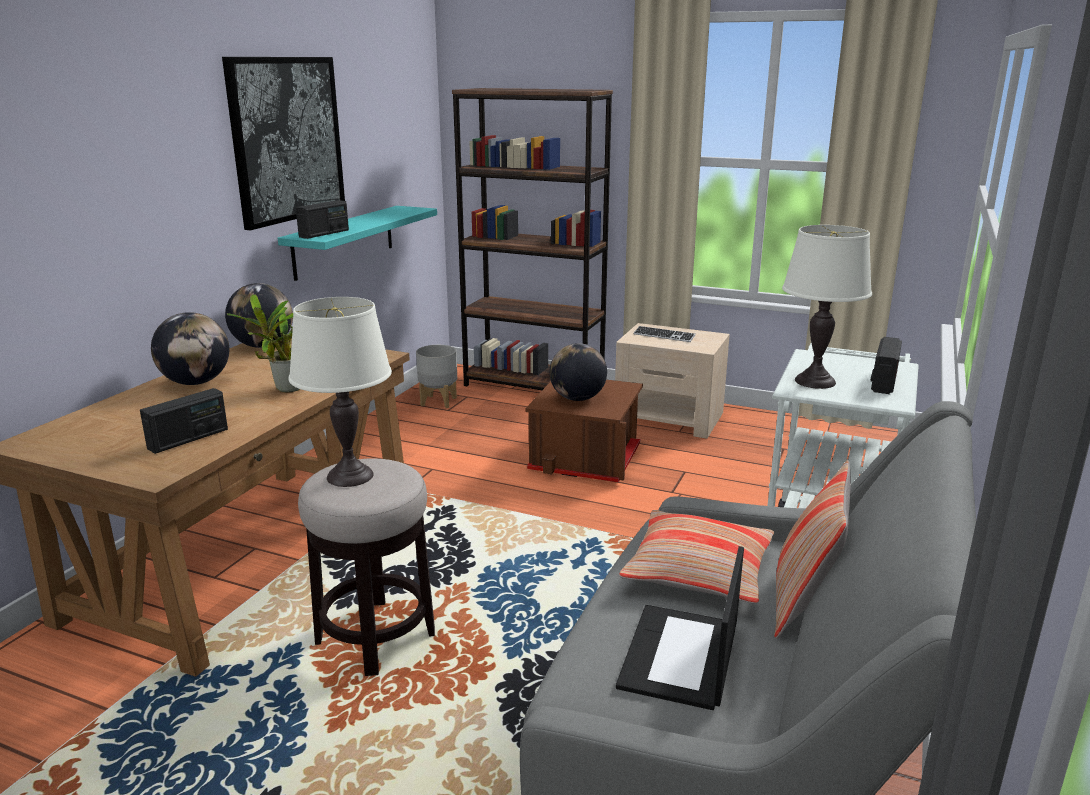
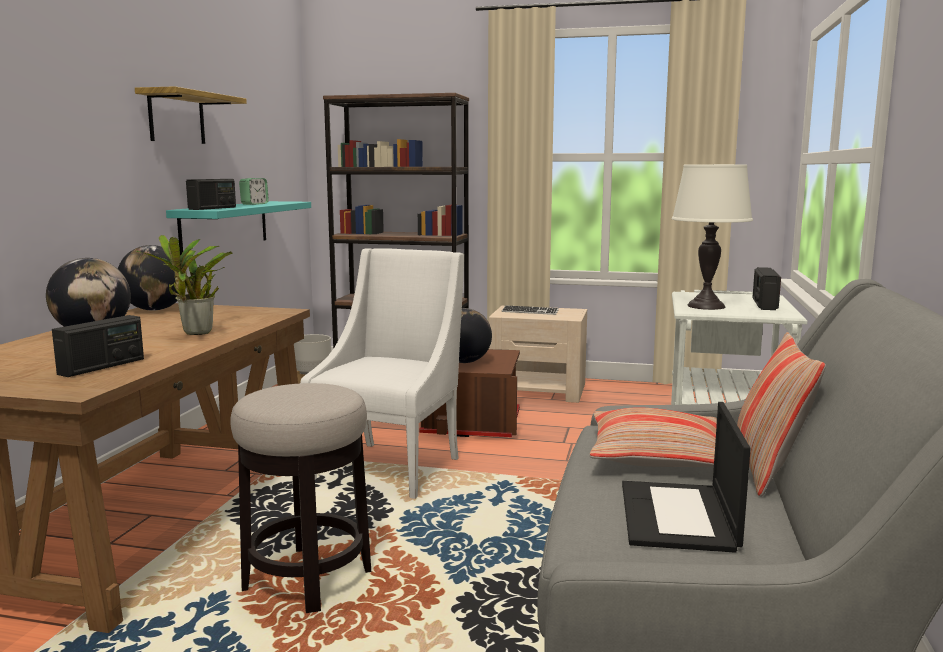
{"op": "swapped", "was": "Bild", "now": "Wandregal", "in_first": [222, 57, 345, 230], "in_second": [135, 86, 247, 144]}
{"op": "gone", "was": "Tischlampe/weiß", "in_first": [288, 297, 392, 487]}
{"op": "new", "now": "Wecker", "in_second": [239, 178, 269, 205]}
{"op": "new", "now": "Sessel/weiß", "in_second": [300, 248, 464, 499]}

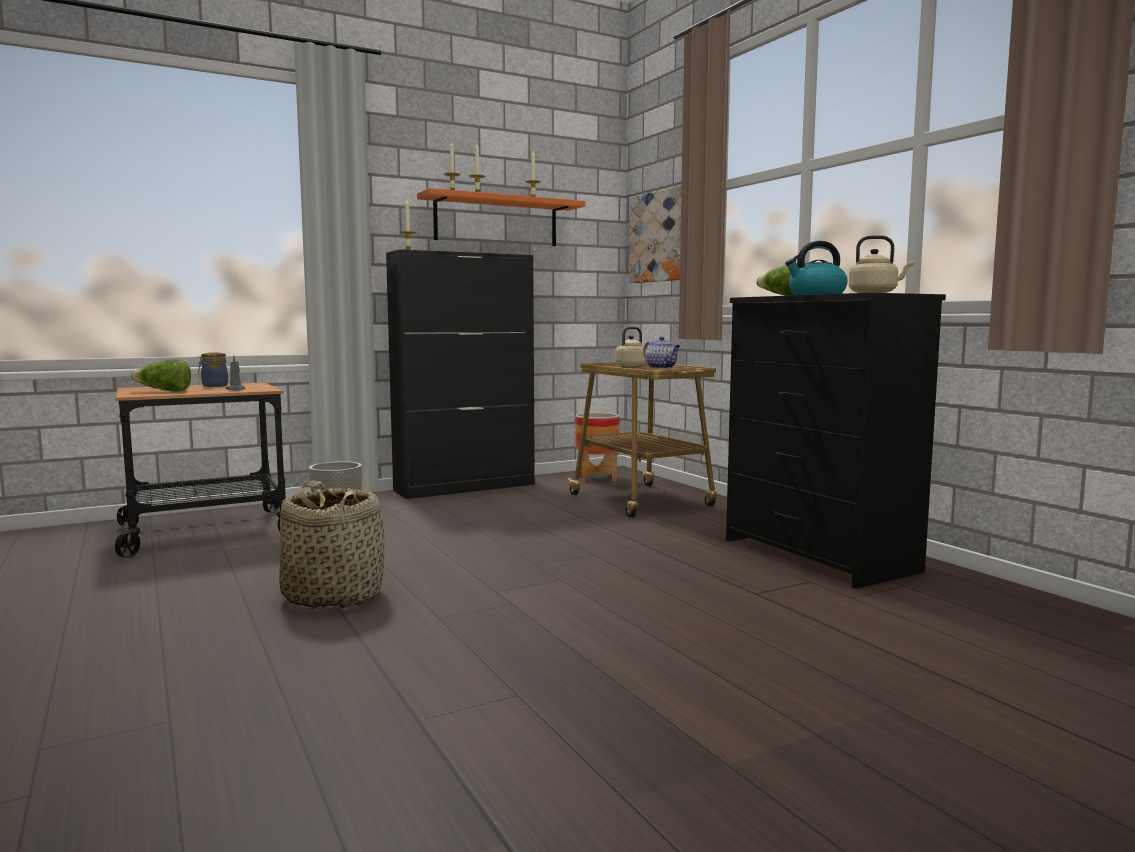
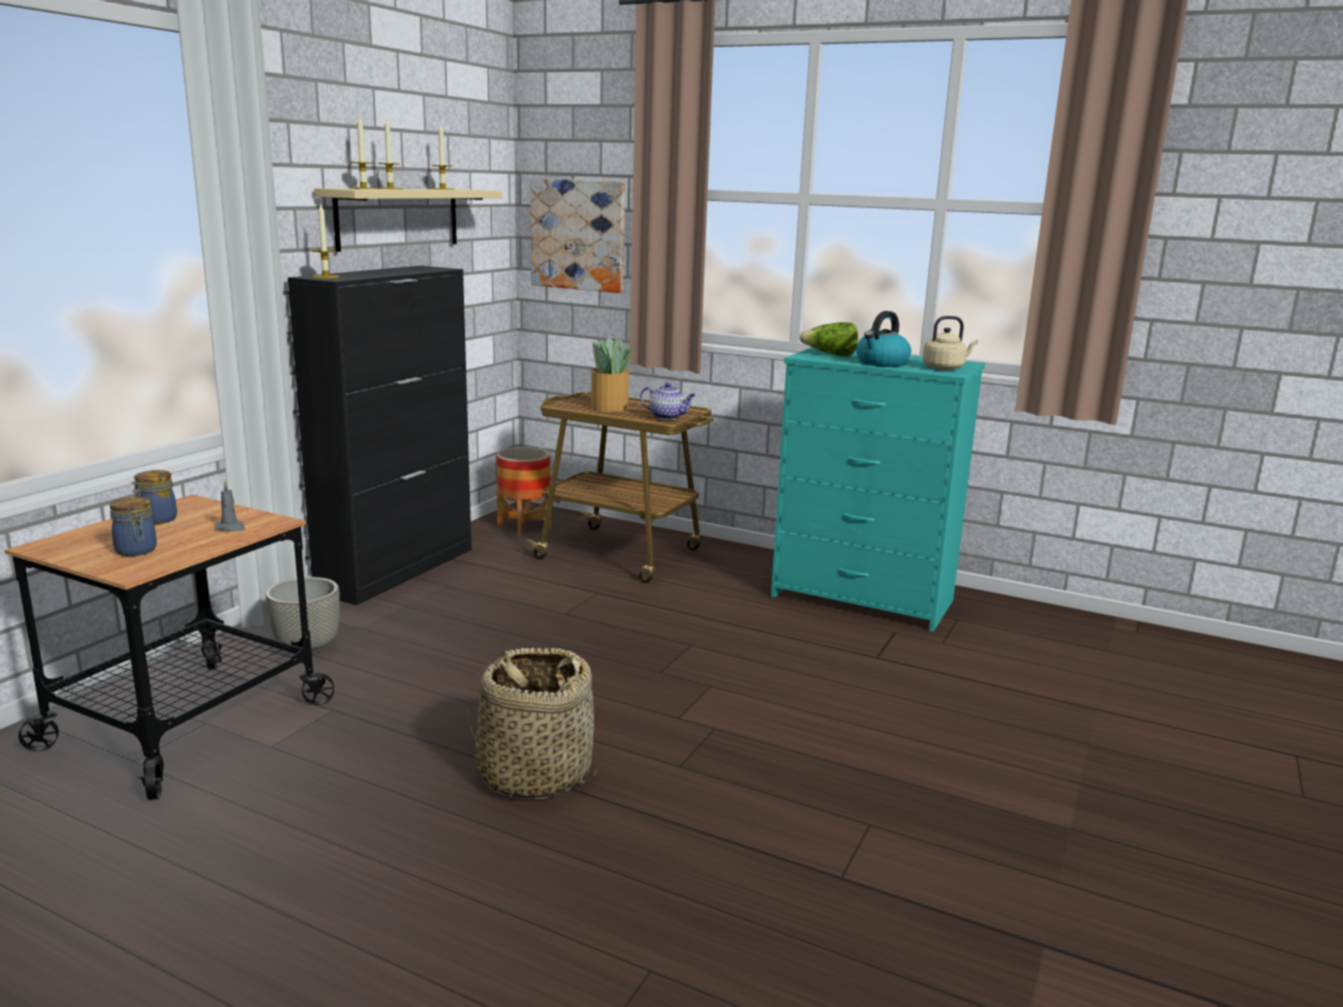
{"op": "swapped", "was": "Salatkopf", "now": "Vorratsglas", "in_first": [130, 359, 191, 391], "in_second": [110, 497, 157, 556]}
{"op": "repainted", "was": "Wandregal/orange", "now": "Wandregal/beige", "in_first": [417, 188, 586, 246], "in_second": [315, 188, 502, 252]}
{"op": "swapped", "was": "Wasserkessel/beige", "now": "Topfpflanze", "in_first": [615, 327, 649, 366], "in_second": [591, 337, 633, 412]}
{"op": "repainted", "was": "Kommode/schwarz", "now": "Kommode/türkis", "in_first": [726, 293, 946, 589], "in_second": [771, 347, 985, 632]}

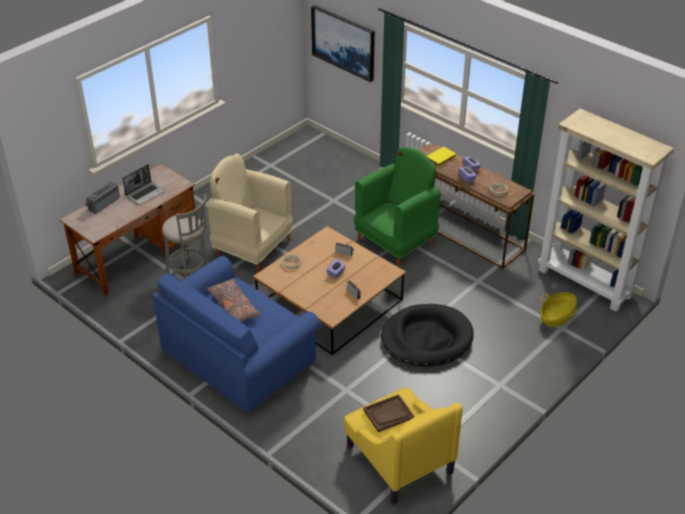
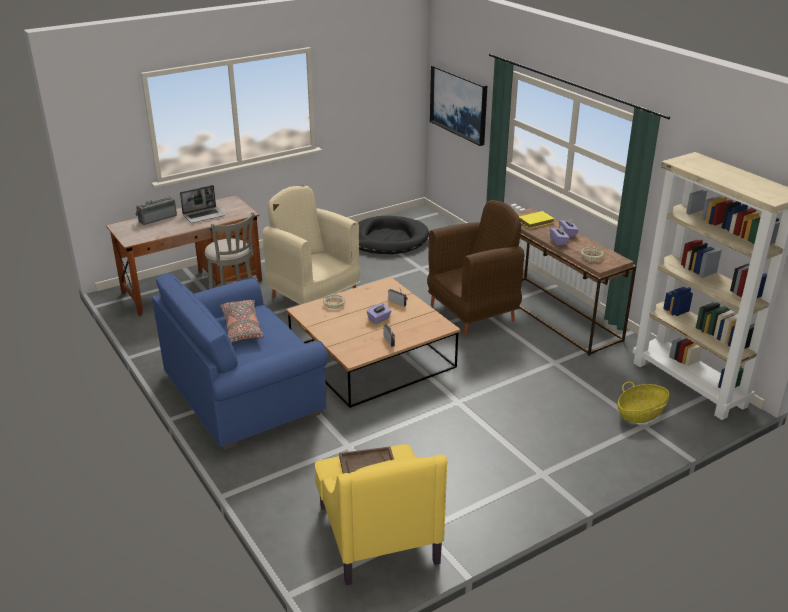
{"op": "repainted", "was": "Sessel/grün", "now": "Sessel/braun", "in_first": [354, 147, 441, 267], "in_second": [427, 200, 524, 336]}
{"op": "shifted", "was": "Hundebett/schwarz", "in_first": [381, 304, 474, 367], "in_second": [358, 216, 429, 254]}

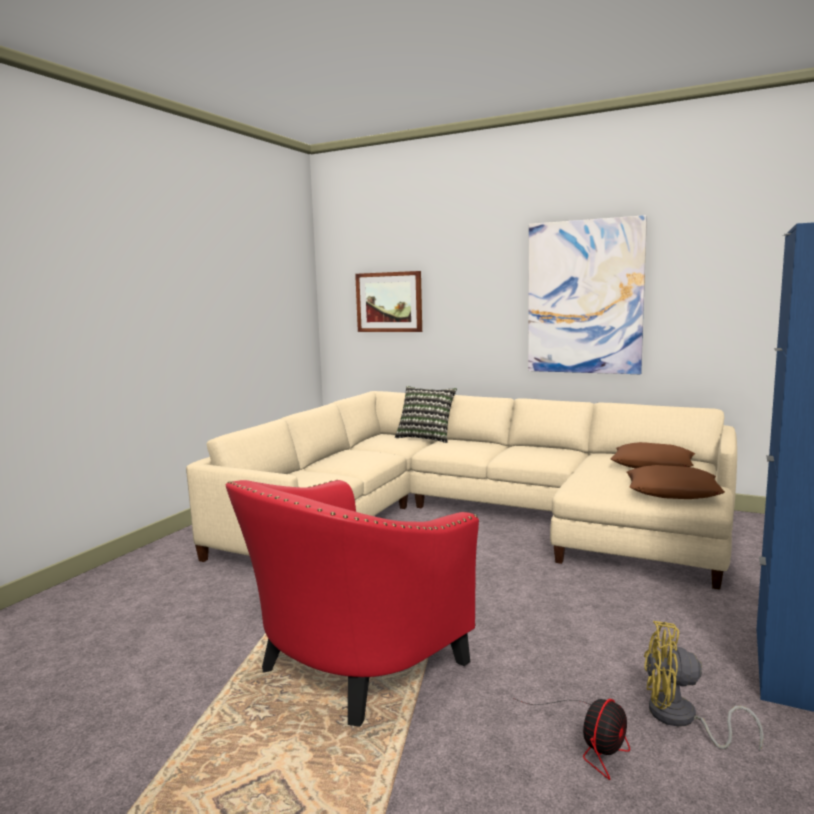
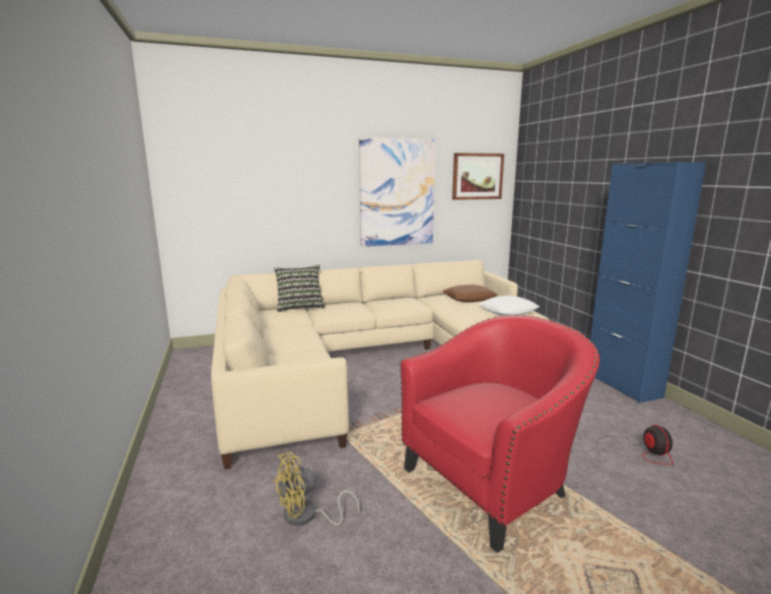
{"op": "rotated", "was": "Sessel/rot", "in_first": [226, 480, 479, 727], "in_second": [400, 315, 600, 553], "clockwise": -120}
{"op": "shifted", "was": "Bild", "in_first": [355, 271, 422, 332], "in_second": [452, 153, 504, 200]}
{"op": "repainted", "was": "Kissen/braun", "now": "Kissen/weiß", "in_first": [627, 465, 725, 499], "in_second": [478, 296, 539, 316]}
{"op": "shifted", "was": "Ventilator/gelb", "in_first": [644, 621, 764, 751], "in_second": [273, 452, 360, 526]}

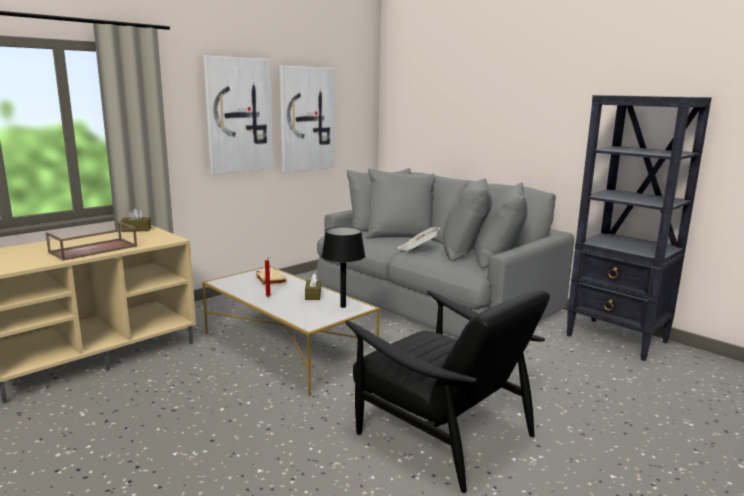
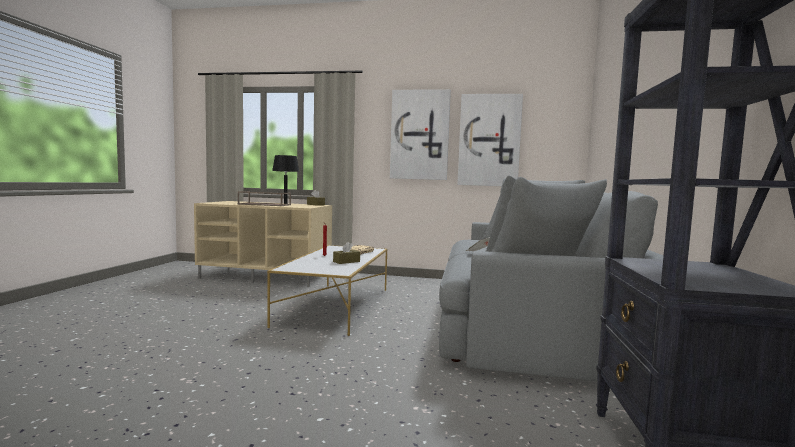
{"op": "shifted", "was": "Tischlampe/schwarz", "in_first": [321, 227, 365, 308], "in_second": [272, 155, 299, 204]}
{"op": "gone", "was": "Sessel/schwarz", "in_first": [345, 290, 550, 493]}

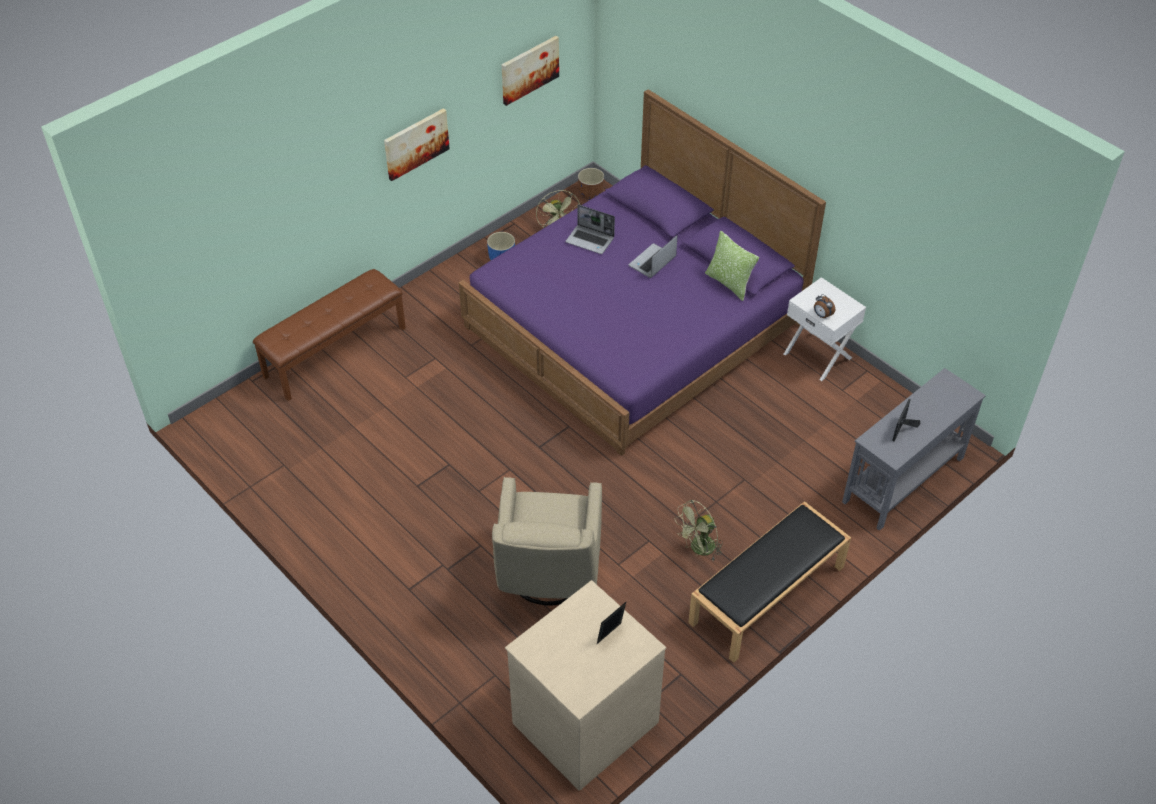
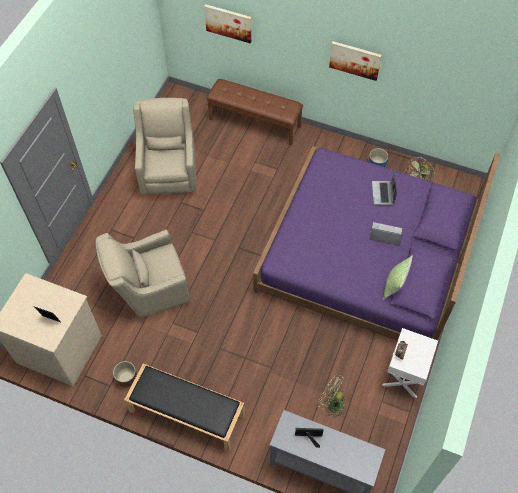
{"op": "shifted", "was": "Bild", "in_first": [501, 36, 559, 106], "in_second": [204, 4, 252, 43]}
{"op": "shifted", "was": "Pflanzkübel/braun", "in_first": [578, 168, 605, 200], "in_second": [113, 361, 137, 387]}
{"op": "shifted", "was": "Ventilator/grün", "in_first": [675, 500, 723, 560], "in_second": [318, 374, 346, 419]}
{"op": "new", "now": "Sessel/beige", "in_second": [133, 98, 197, 195]}

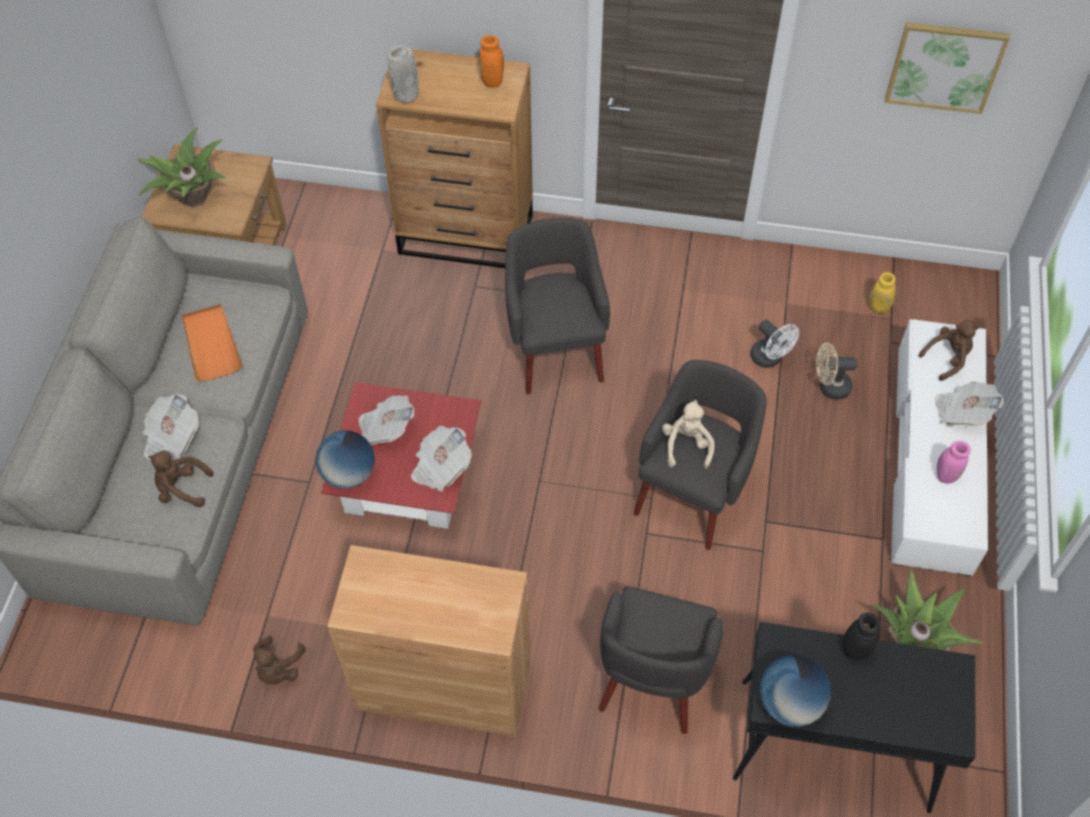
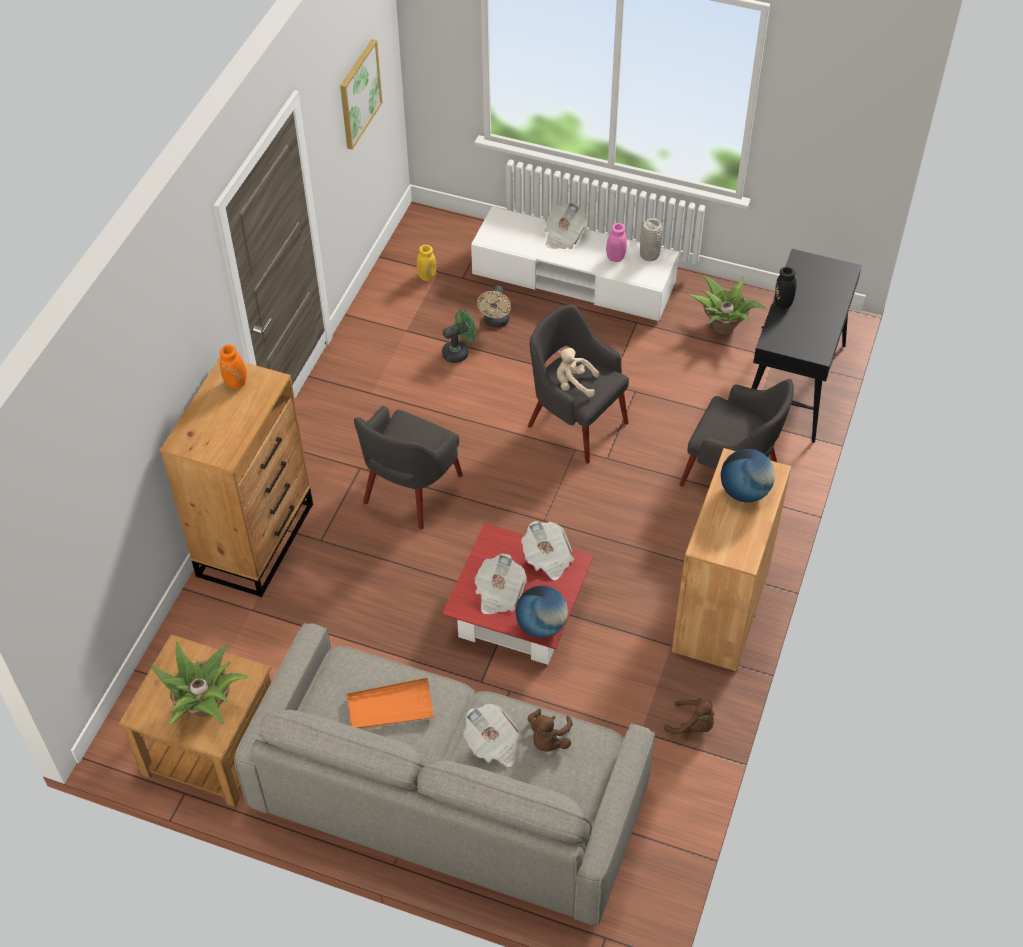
{"op": "shifted", "was": "Vase/grau", "in_first": [387, 45, 419, 103], "in_second": [640, 218, 662, 261]}
{"op": "rotated", "was": "Sessel/grau", "in_first": [505, 218, 610, 394], "in_second": [354, 406, 463, 530], "clockwise": -60}
{"op": "repainted", "was": "Ventilator/weiß", "now": "Ventilator/grün", "in_first": [750, 320, 799, 368], "in_second": [442, 310, 476, 363]}
{"op": "shifted", "was": "Globus", "in_first": [759, 655, 831, 727], "in_second": [721, 449, 775, 502]}
{"op": "gone", "was": "Plüschtier/braun", "in_first": [918, 320, 980, 381]}

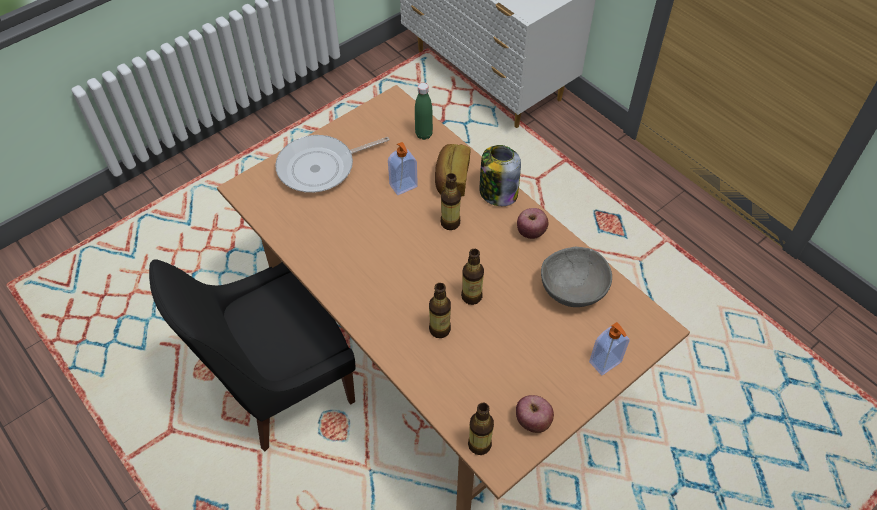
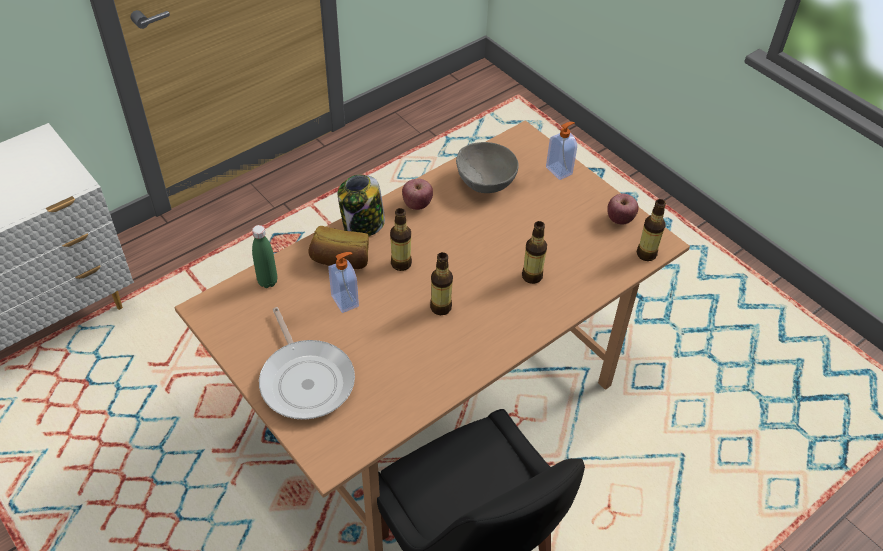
{"op": "shifted", "was": "Flasche", "in_first": [461, 249, 484, 305], "in_second": [430, 252, 453, 315]}

